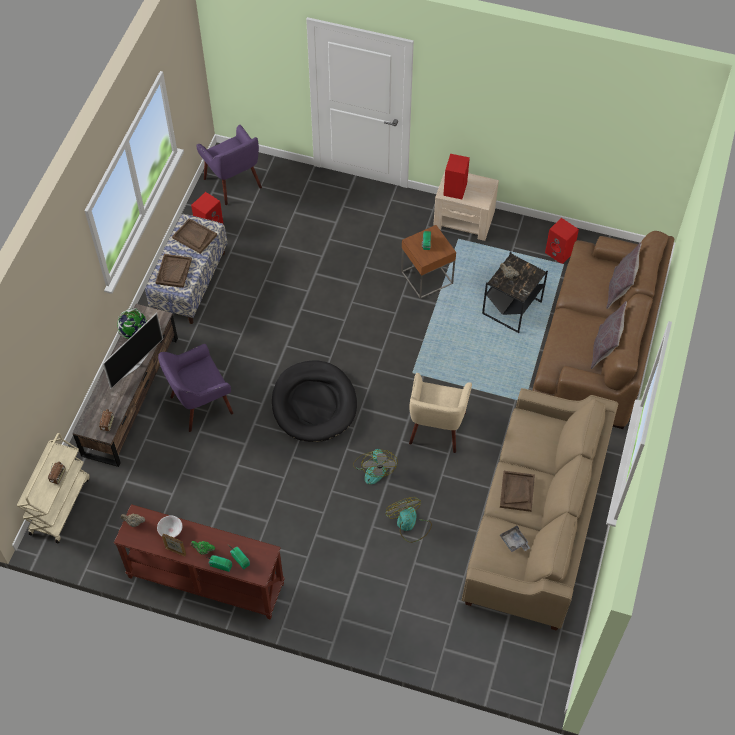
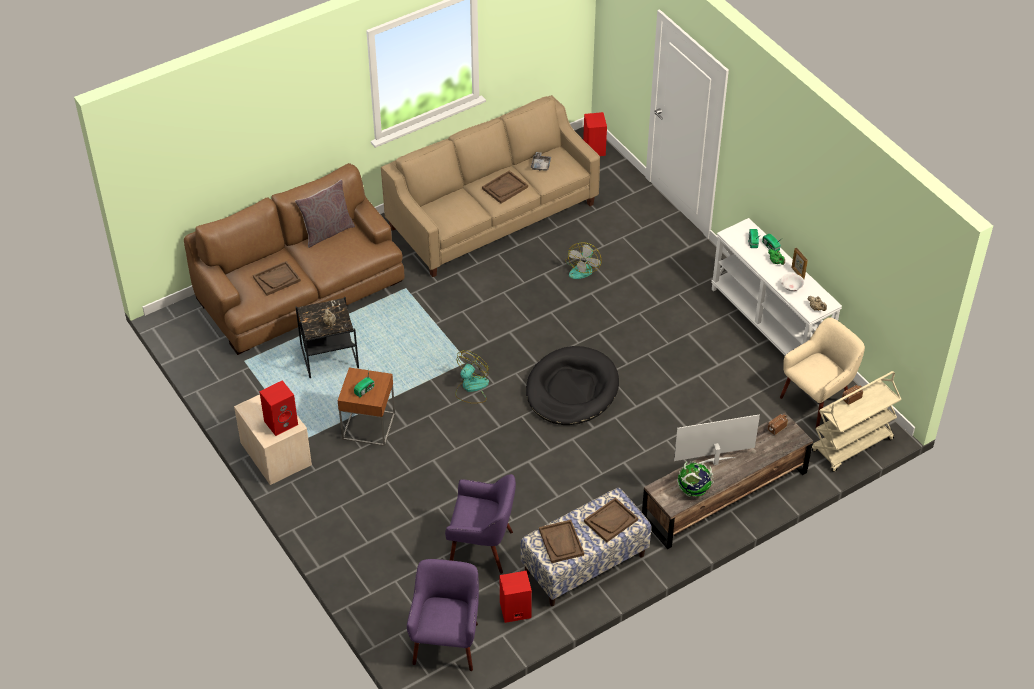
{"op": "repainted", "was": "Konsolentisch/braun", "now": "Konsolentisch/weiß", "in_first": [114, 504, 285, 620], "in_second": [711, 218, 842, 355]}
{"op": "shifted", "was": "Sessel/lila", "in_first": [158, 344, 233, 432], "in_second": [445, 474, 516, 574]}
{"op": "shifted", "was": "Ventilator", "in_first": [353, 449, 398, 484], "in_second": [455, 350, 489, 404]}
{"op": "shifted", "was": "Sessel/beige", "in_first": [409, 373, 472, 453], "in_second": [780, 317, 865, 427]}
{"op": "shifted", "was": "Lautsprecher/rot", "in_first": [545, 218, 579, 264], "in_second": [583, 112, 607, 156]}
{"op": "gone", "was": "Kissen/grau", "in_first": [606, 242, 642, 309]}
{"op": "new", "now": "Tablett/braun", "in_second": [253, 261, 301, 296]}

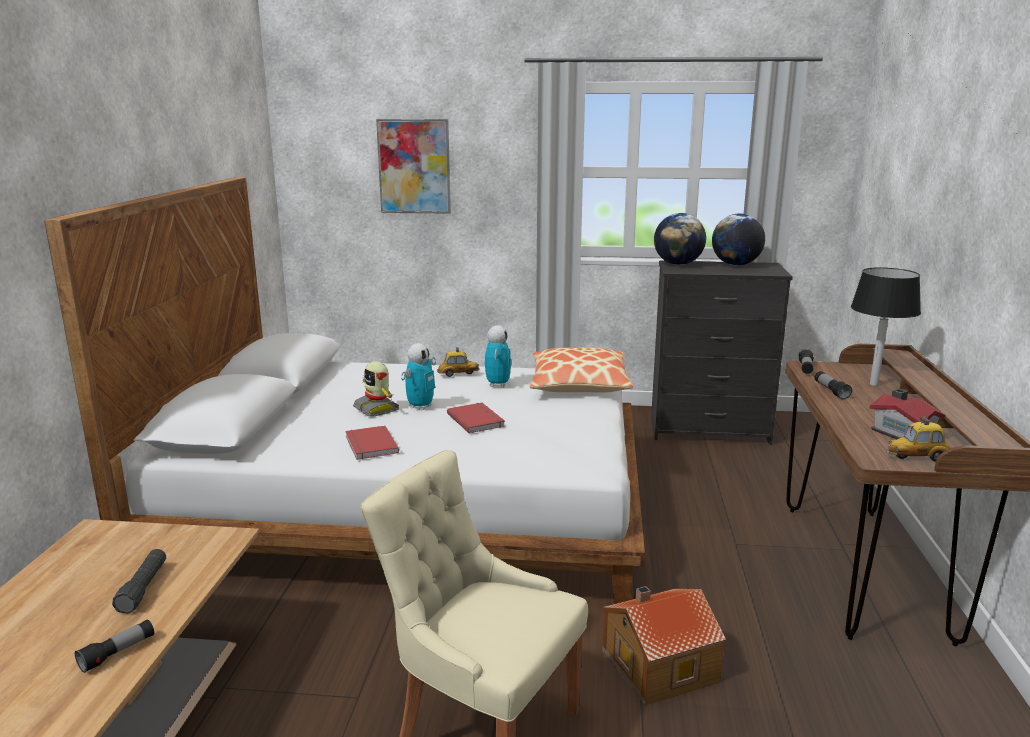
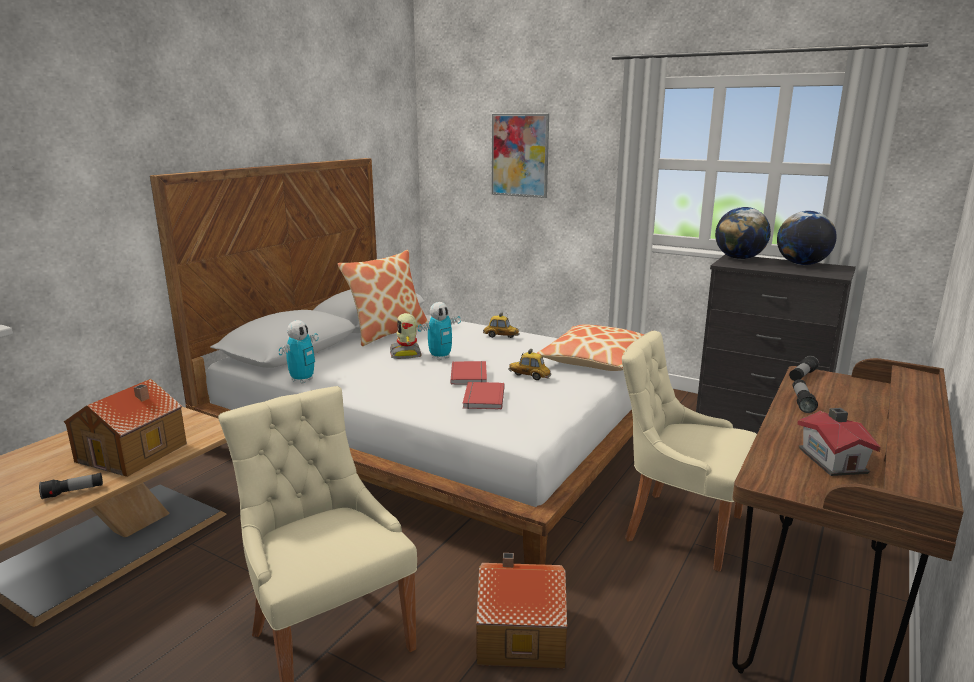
{"op": "swapped", "was": "Taschenlampe/schwarz", "now": "Spielzeughaus", "in_first": [112, 549, 166, 614], "in_second": [64, 379, 187, 477]}
{"op": "shifted", "was": "Buch/rot", "in_first": [345, 426, 399, 460], "in_second": [463, 382, 505, 410]}
{"op": "shifted", "was": "Spielzeugroboter", "in_first": [485, 325, 511, 387], "in_second": [279, 320, 318, 383]}
{"op": "gone", "was": "Tischlampe/schwarz", "in_first": [851, 267, 921, 386]}
{"op": "shifted", "was": "Spielzeugauto", "in_first": [886, 417, 951, 462], "in_second": [508, 349, 551, 380]}
{"op": "new", "now": "Kissen", "in_second": [338, 250, 428, 346]}
{"op": "new", "now": "Stuhl/beige", "in_second": [622, 331, 757, 572]}

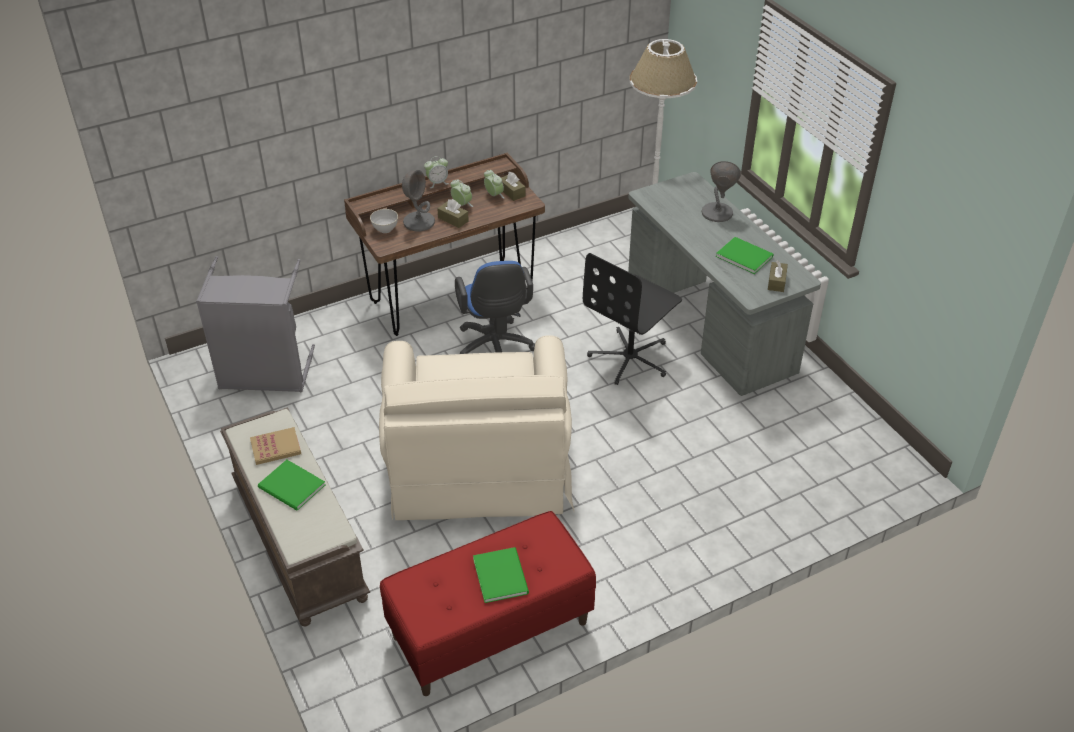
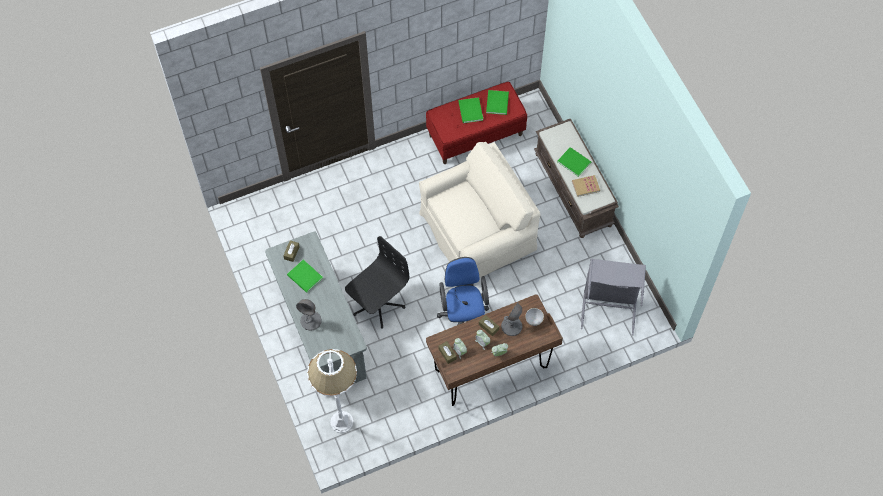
{"op": "rotated", "was": "Sessel/beige", "in_first": [379, 335, 574, 521], "in_second": [419, 142, 541, 278], "clockwise": 60}
{"op": "new", "now": "Buch/grün", "in_second": [486, 90, 509, 115]}

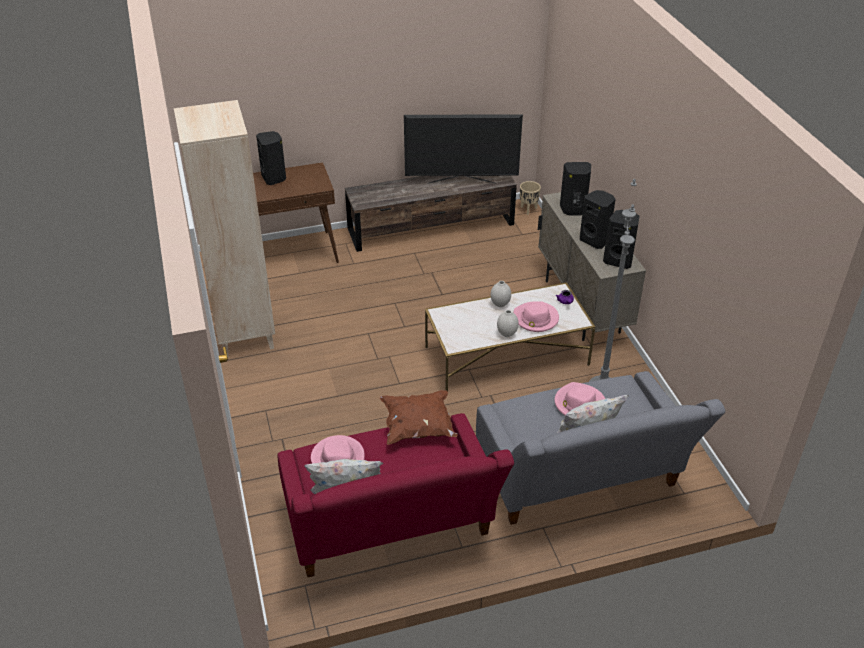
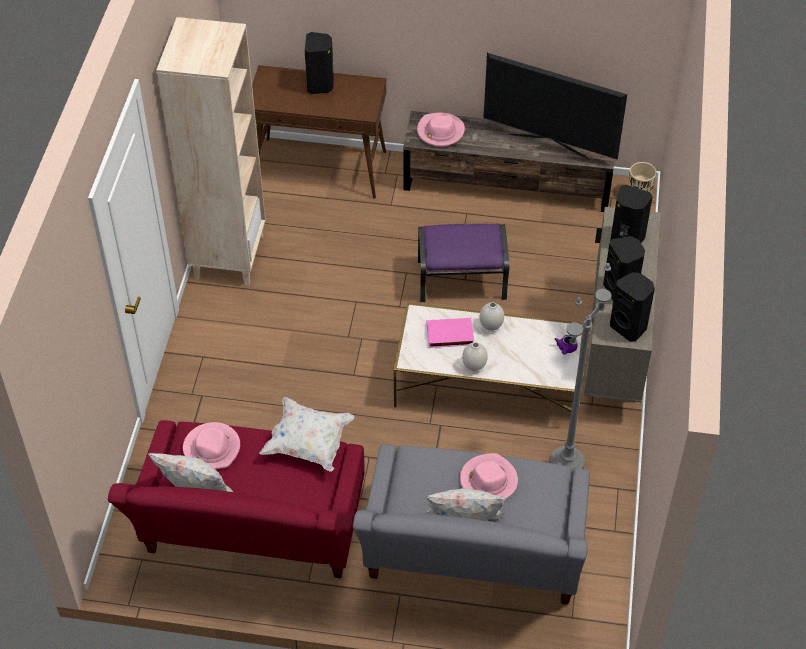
{"op": "repainted", "was": "Kissen/braun", "now": "Kissen/weiß", "in_first": [380, 390, 458, 445], "in_second": [259, 397, 354, 472]}
{"op": "shifted", "was": "Hut/rosa", "in_first": [514, 301, 559, 332], "in_second": [417, 113, 465, 147]}
{"op": "new", "now": "Polsterhocker/lila", "in_second": [418, 224, 510, 303]}
{"op": "new", "now": "Buch/rosa", "in_second": [426, 318, 474, 348]}

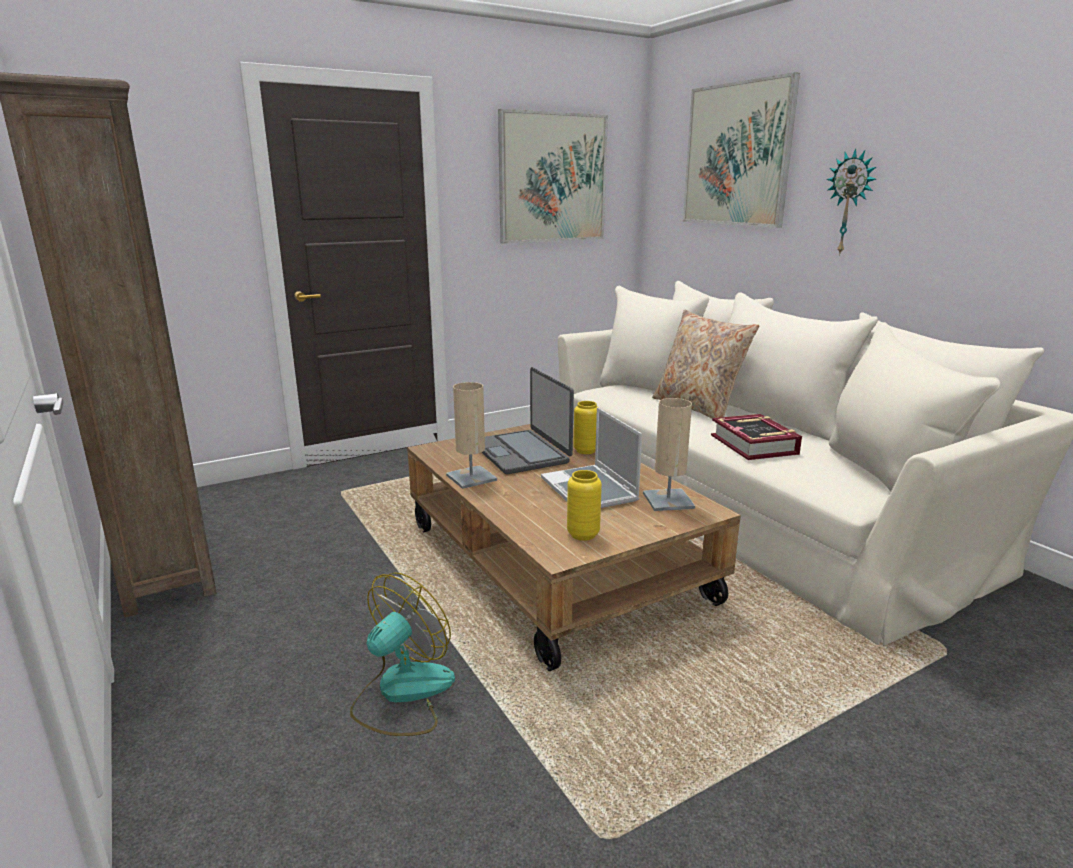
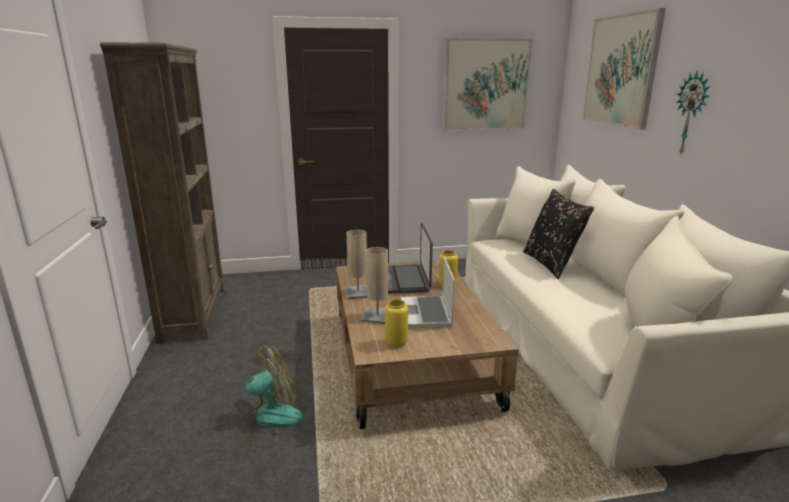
{"op": "shifted", "was": "Tischlampe/beige", "in_first": [643, 398, 695, 511], "in_second": [360, 247, 388, 324]}
{"op": "repainted", "was": "Kissen/beige", "now": "Kissen/schwarz", "in_first": [652, 309, 759, 419], "in_second": [523, 189, 594, 279]}
{"op": "gone", "was": "Buch", "in_first": [711, 414, 802, 460]}

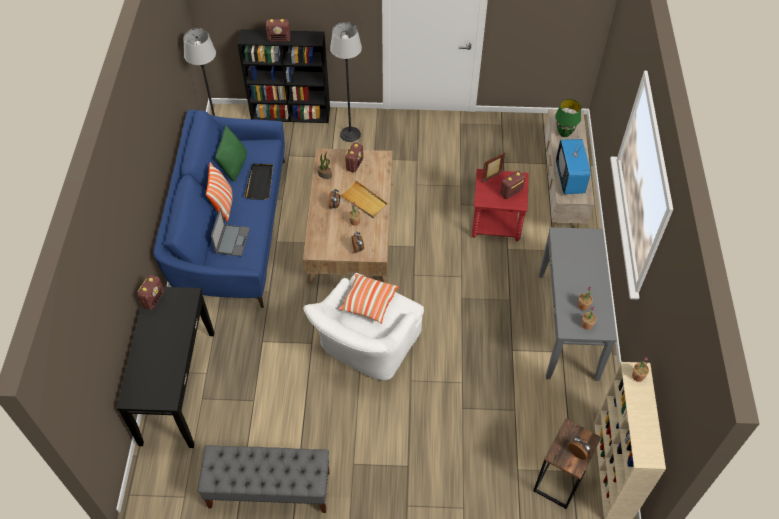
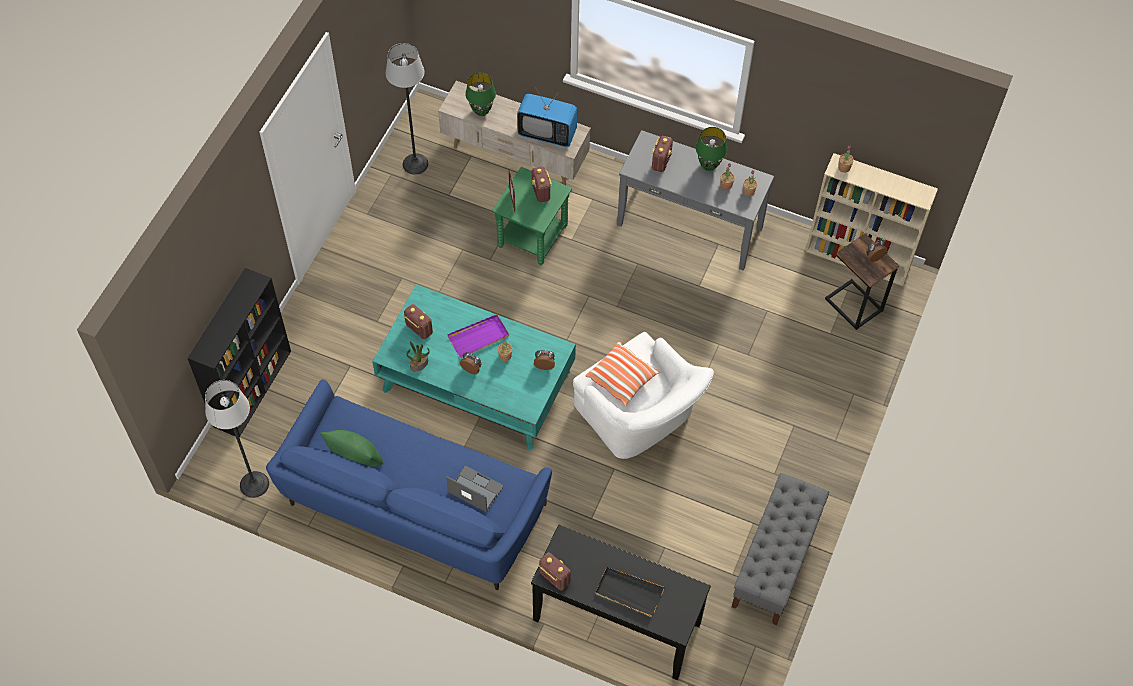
{"op": "gone", "was": "Kissen", "in_first": [206, 162, 233, 222]}
{"op": "shifted", "was": "Tablett/schwarz", "in_first": [244, 164, 273, 200], "in_second": [595, 567, 665, 617]}
{"op": "shifted", "was": "Radio", "in_first": [266, 19, 290, 42], "in_second": [652, 136, 673, 172]}
{"op": "repainted", "was": "Couchtisch/braun", "now": "Couchtisch/türkis", "in_first": [303, 149, 393, 284], "in_second": [372, 284, 576, 449]}
{"op": "shifted", "was": "Stehlampe", "in_first": [330, 22, 362, 142], "in_second": [386, 43, 429, 175]}
{"op": "repainted", "was": "Tablett/beige", "now": "Tablett/lila", "in_first": [340, 180, 388, 218], "in_second": [447, 314, 509, 358]}
{"op": "repainted", "was": "Beistelltisch/rot", "now": "Beistelltisch/grün", "in_first": [472, 169, 529, 242], "in_second": [492, 167, 572, 265]}
{"op": "new", "now": "Tischlampe/grün", "in_second": [696, 127, 727, 171]}

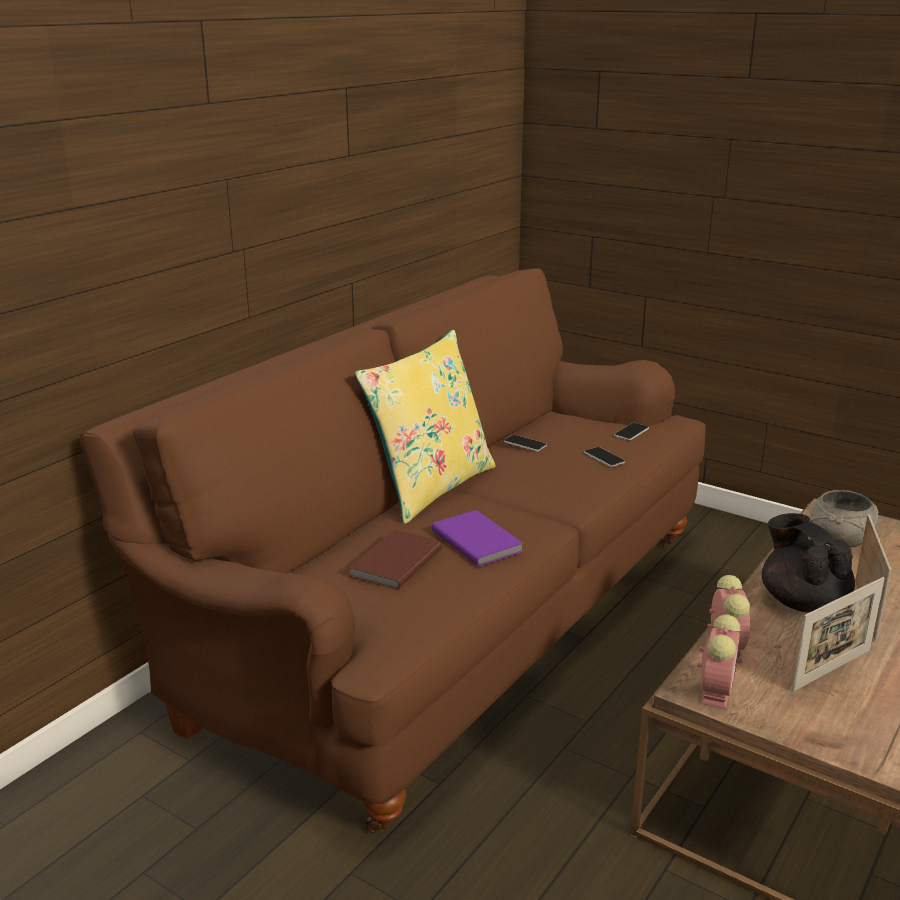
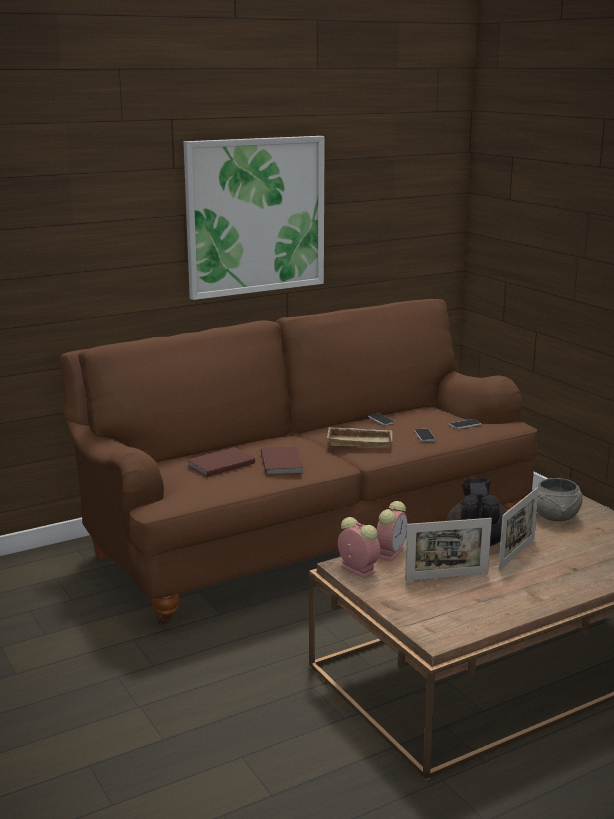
{"op": "gone", "was": "Kissen/gelb", "in_first": [355, 330, 496, 524]}
{"op": "repainted", "was": "Buch/lila", "now": "Buch/braun", "in_first": [432, 510, 524, 567], "in_second": [261, 446, 303, 475]}
{"op": "rotated", "was": "Wecker", "in_first": [697, 614, 740, 710], "in_second": [338, 517, 380, 578], "clockwise": -90}
{"op": "new", "now": "Bild", "in_second": [183, 136, 325, 300]}
{"op": "new", "now": "Tablett/beige", "in_second": [327, 427, 393, 448]}

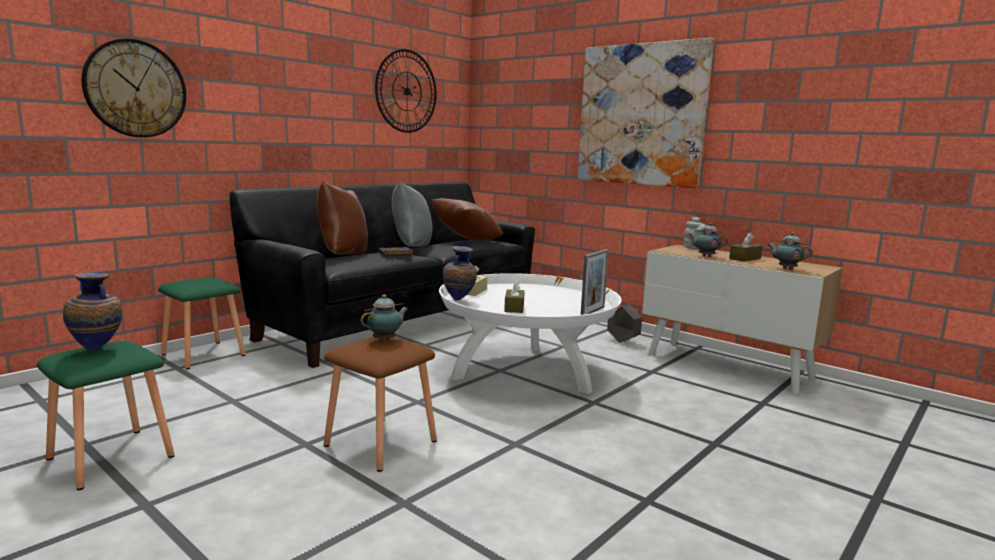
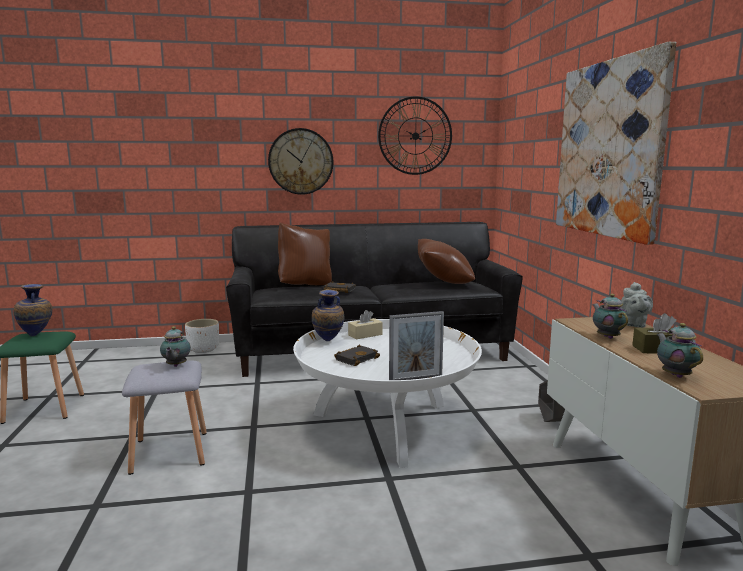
{"op": "shifted", "was": "Wanduhr", "in_first": [82, 39, 186, 138], "in_second": [268, 128, 333, 195]}
{"op": "swapped", "was": "Hocker/grün", "now": "Pflanzkübel/weiß", "in_first": [158, 277, 246, 369], "in_second": [185, 319, 219, 353]}
{"op": "repainted", "was": "Hocker/braun", "now": "Hocker/grau", "in_first": [324, 337, 437, 472], "in_second": [122, 361, 207, 475]}
{"op": "rotated", "was": "Teekanne", "in_first": [360, 294, 408, 341], "in_second": [160, 326, 191, 367], "clockwise": 90}
{"op": "gone", "was": "Kissen/grau", "in_first": [392, 182, 433, 247]}
{"op": "swapped", "was": "Taschentuchbox/braun", "now": "Buch/schwarz", "in_first": [504, 280, 525, 313], "in_second": [334, 345, 380, 366]}

